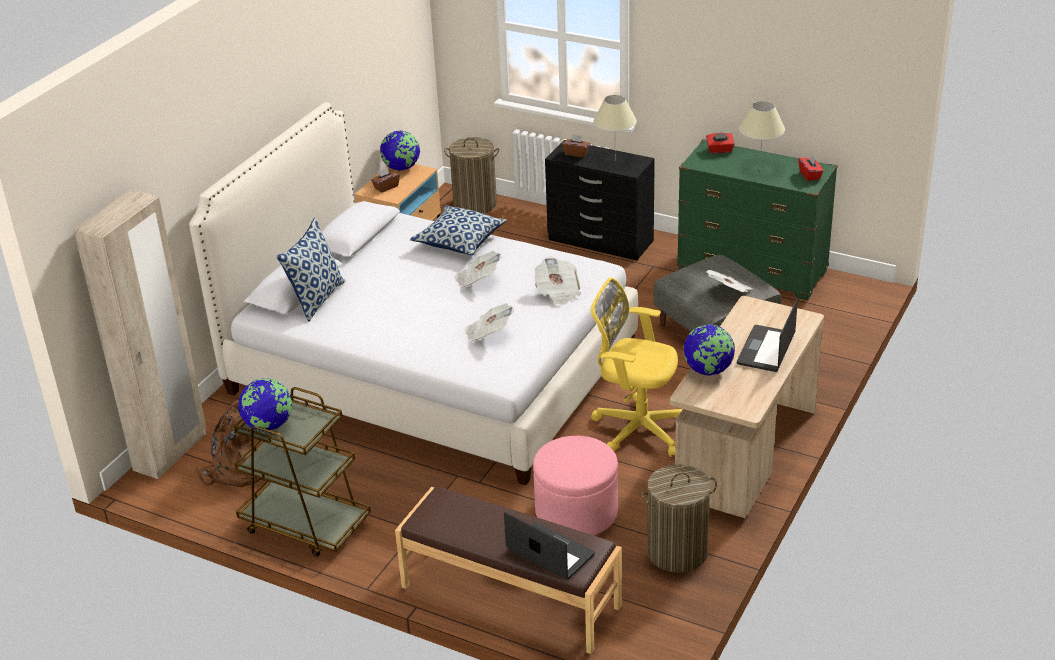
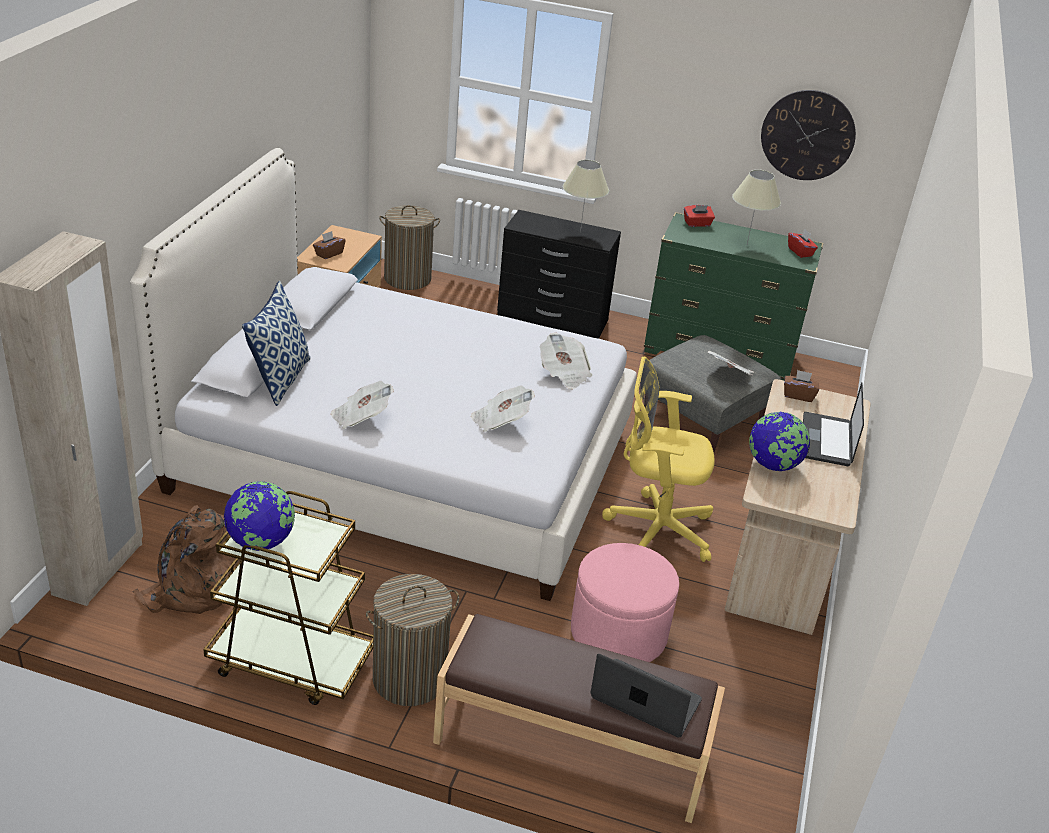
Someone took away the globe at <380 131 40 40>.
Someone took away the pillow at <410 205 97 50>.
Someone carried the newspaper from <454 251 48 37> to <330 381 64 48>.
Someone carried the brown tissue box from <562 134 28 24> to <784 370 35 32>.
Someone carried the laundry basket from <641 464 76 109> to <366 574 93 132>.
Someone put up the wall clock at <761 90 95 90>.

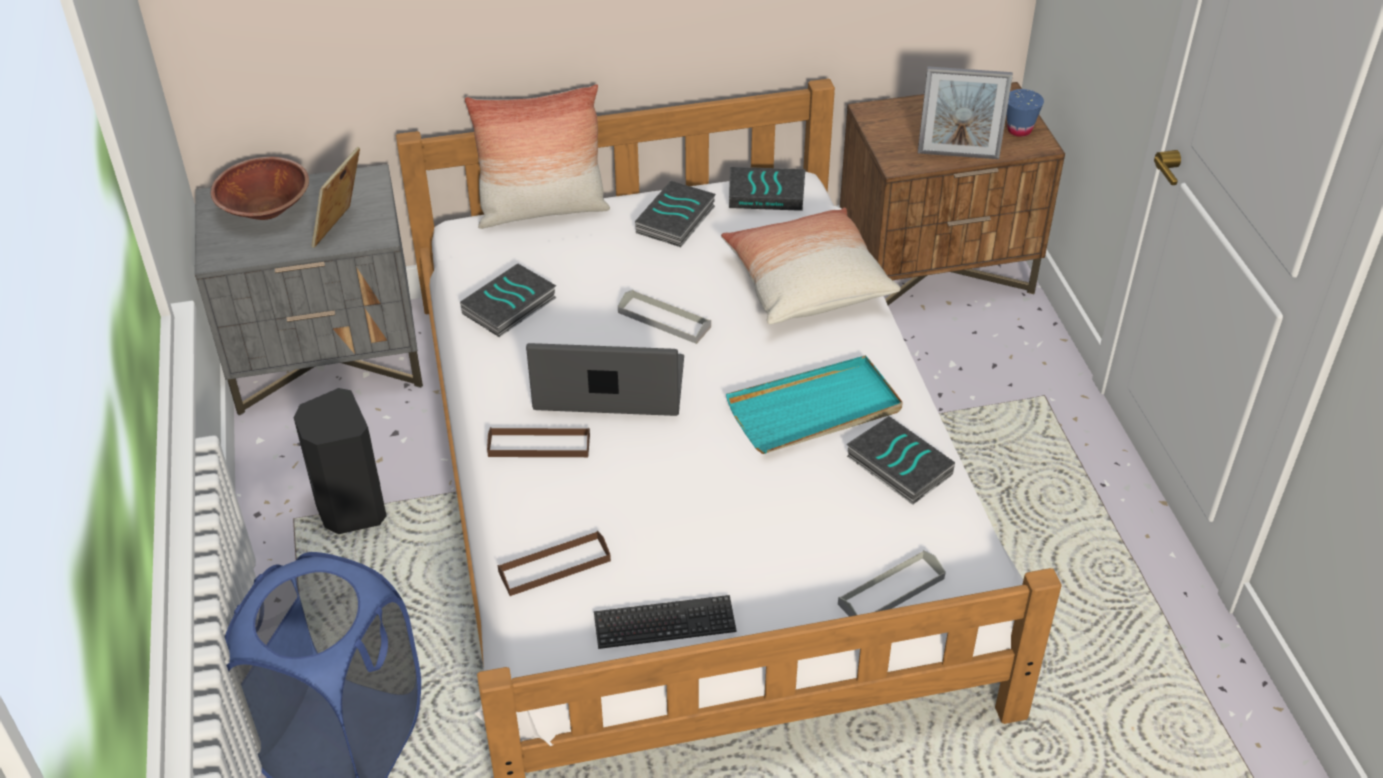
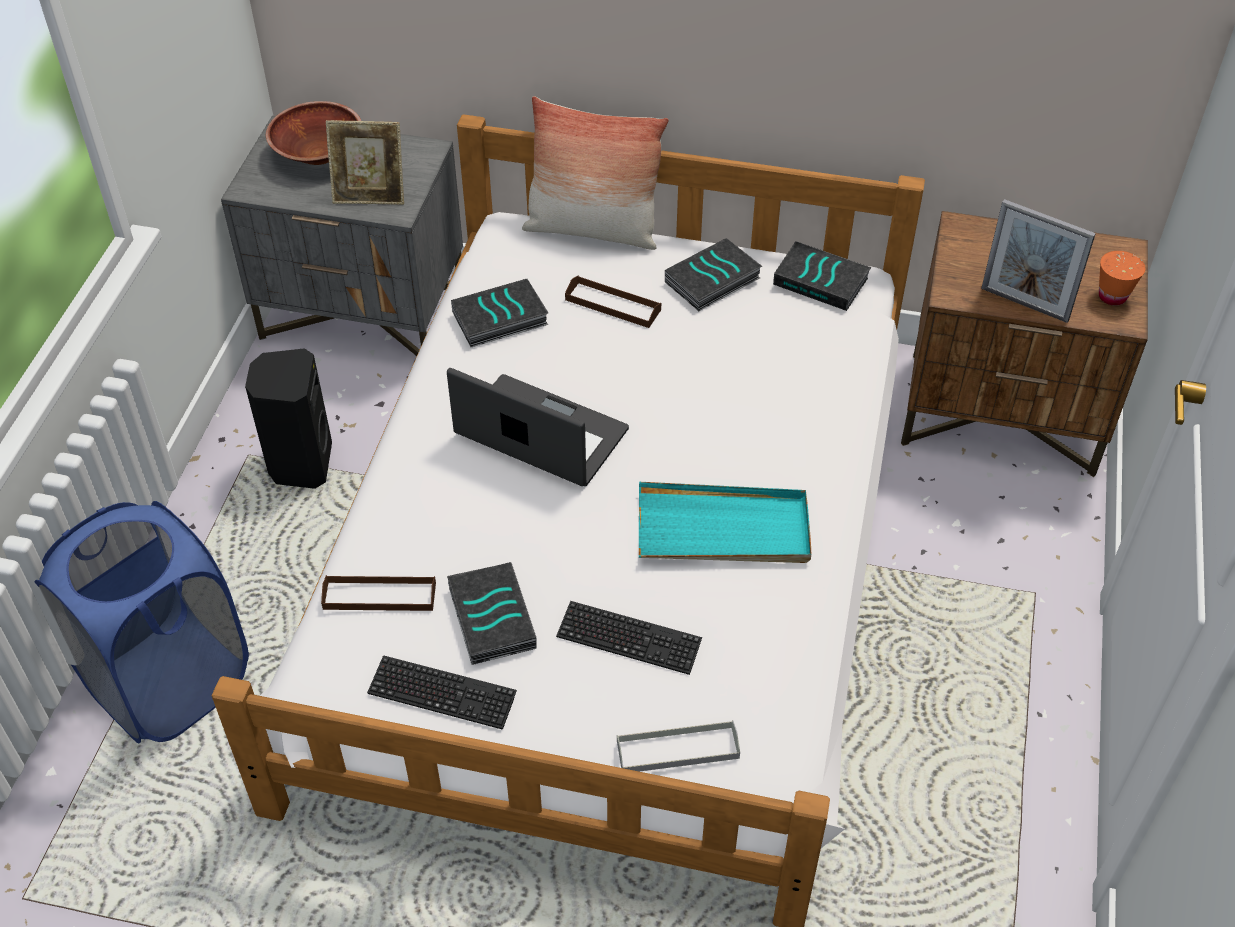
Someone rotated the picture frame at <312 147 48 101> by 135 degrees counterclockwise.
Someone carried the brown tray from <487 427 103 30> to <565 276 96 52>.
Someone took away the grey tray at <618 290 93 54>.
Someone took away the pillow at <721 208 180 116>.
Someone carried the book from <847 416 108 89> to <447 562 89 103>.
Someone repainted the blue cup at <1007 89 37 48>, which became the orange cup at <1099 251 46 55>.
Someone put down the keyboard at <556 601 146 74>.

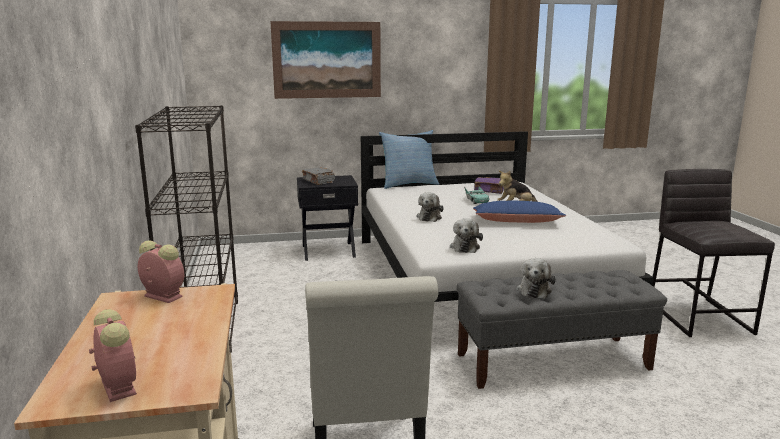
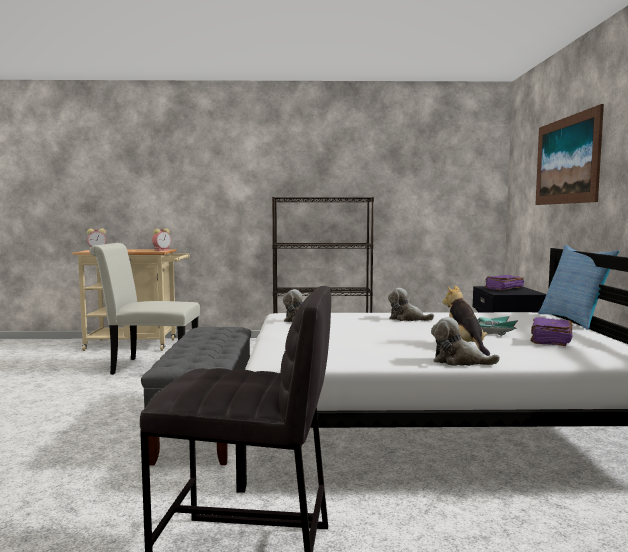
Someone repainted the grey book at <302 167 33 18>, which became the purple book at <485 275 39 16>.
Someone took away the blue pillow at <473 201 93 22>.
Someone carried the plush toy from <516 258 40 40> to <431 317 69 49>.

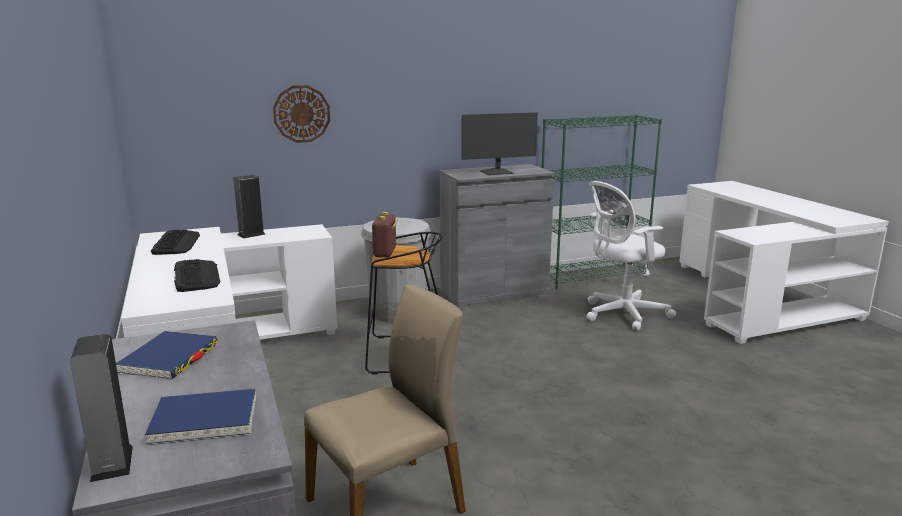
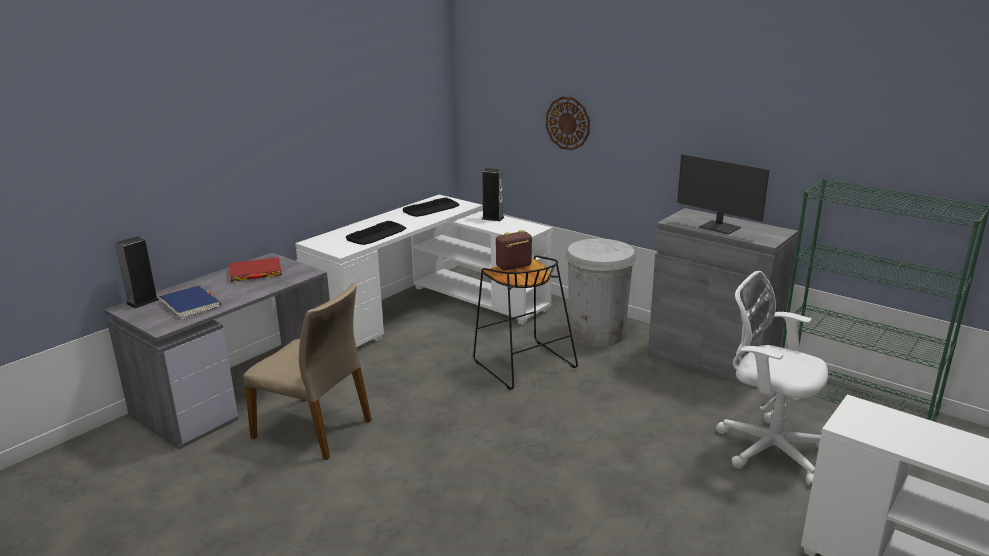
Someone repainted the blue book at <116 331 102 48>, which became the red book at <230 257 52 25>.

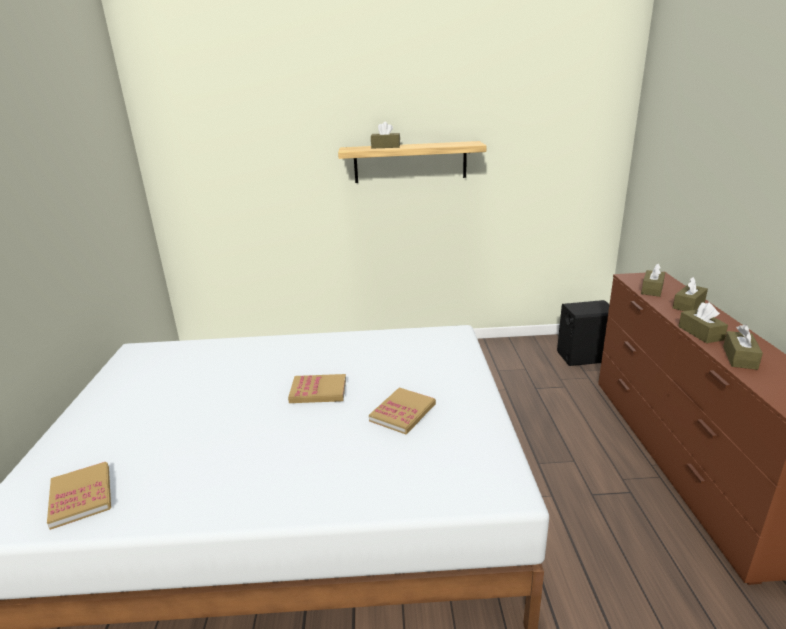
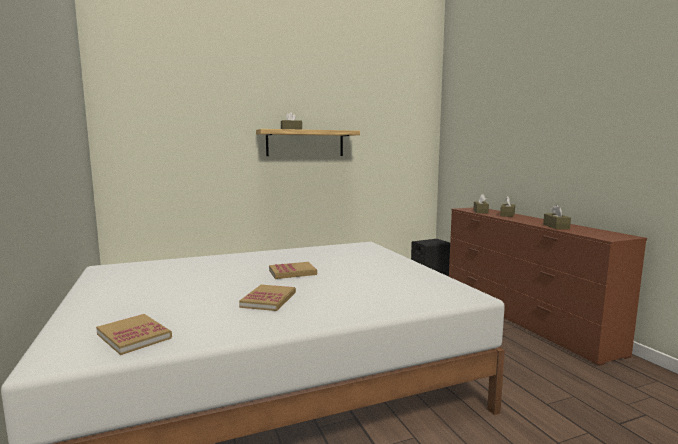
Someone carried the book from <369 387 67 47> to <239 284 57 27>.
Someone took away the brown tissue box at <678 302 50 41>.

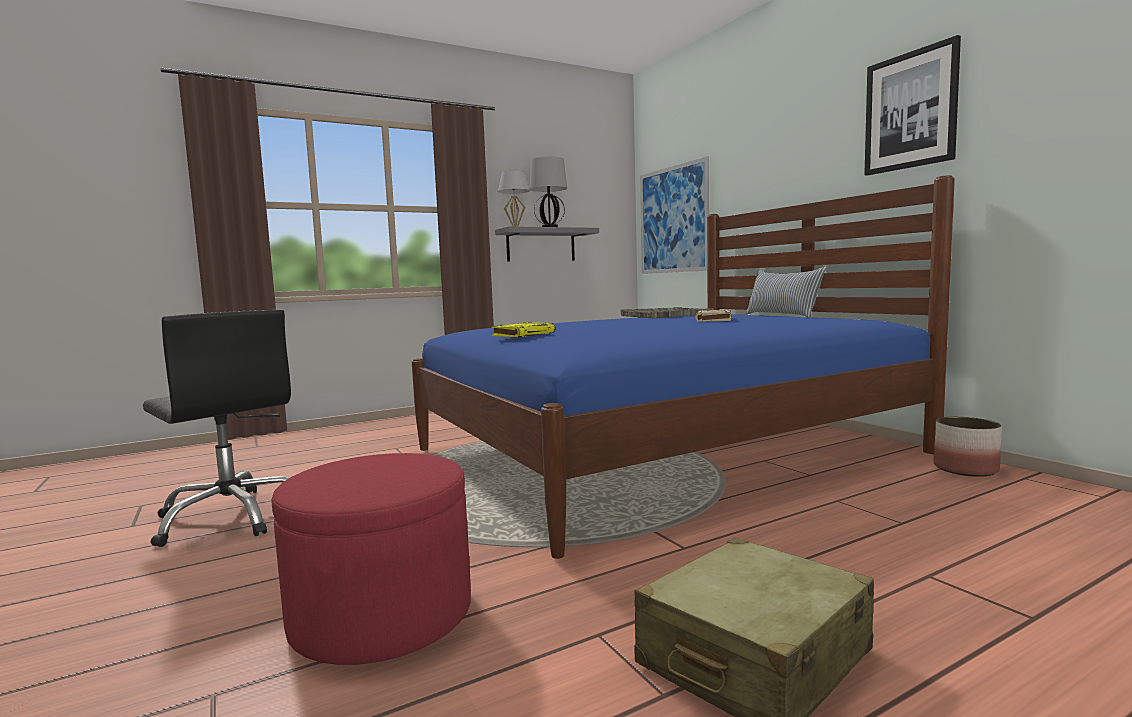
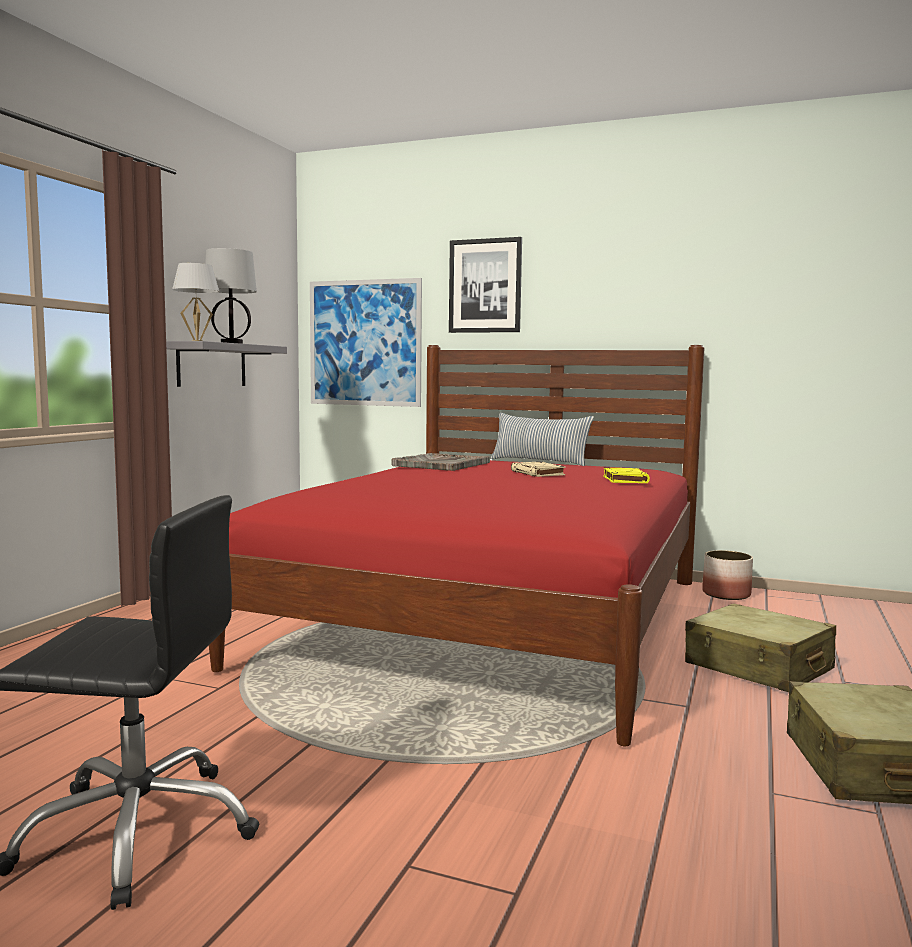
Someone took away the red ottoman at <272 453 199 212>.
Someone repainted the blue bed at <412 175 543 384>, which became the red bed at <209 345 495 401>.
Someone carried the yellow book from <491 322 64 15> to <603 468 47 15>.
Someone carried the picture from <864 35 97 141> to <449 237 73 96>.
Someone put down the beige suitcase at <685 603 151 89>.

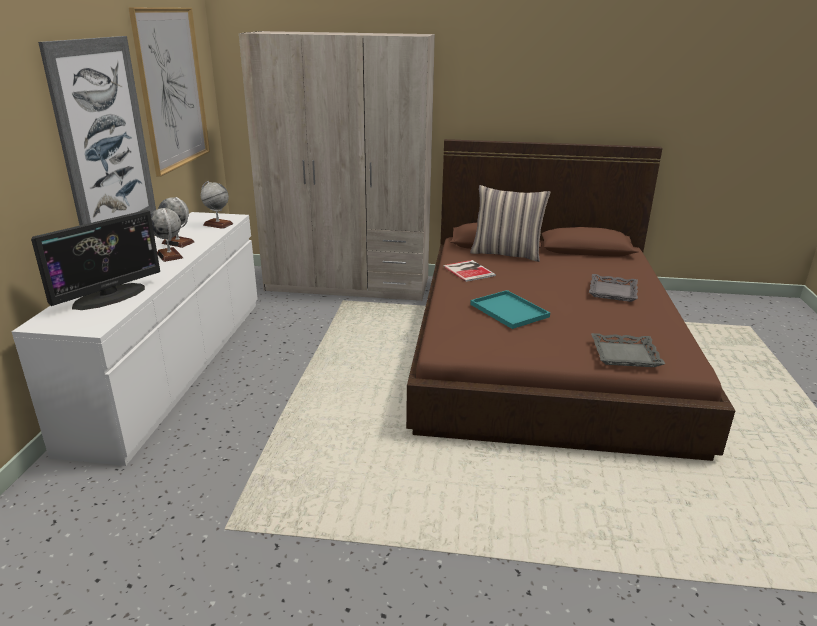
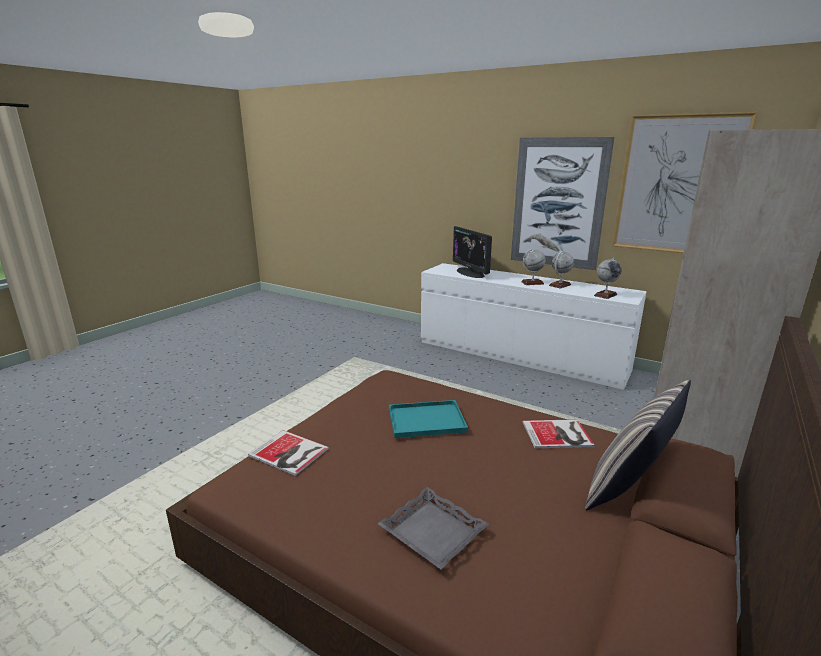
Someone swapped the grey tray at <591 333 74 34> for the book at <248 430 81 46>.

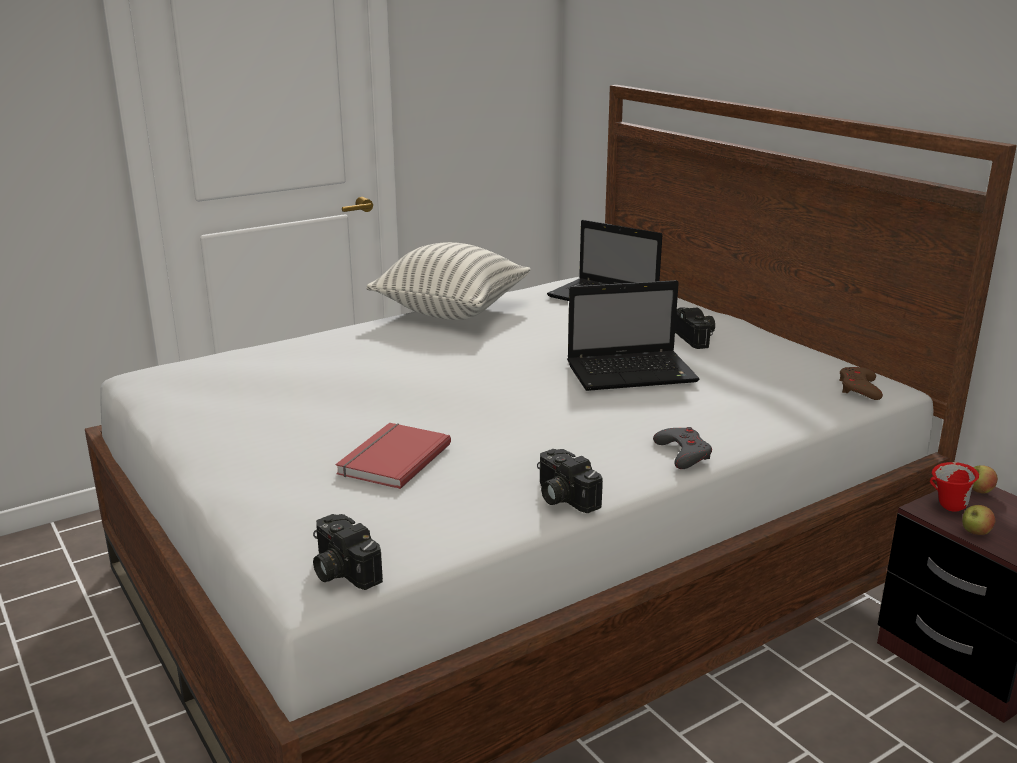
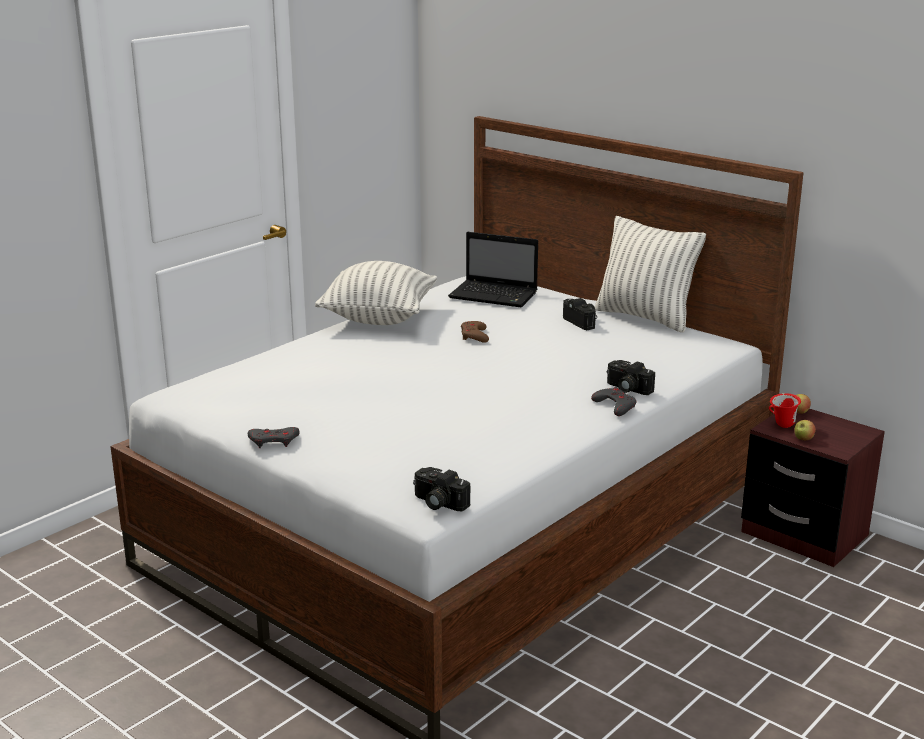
Someone took away the red book at <336 423 115 66>.
Someone carried the photo camera from <537 449 66 64> to <607 360 48 35>.
Someone took away the laptop at <567 280 133 111>.
Someone carried the brown game controller from <839 367 44 33> to <461 321 28 22>.
Someone put down the grey game controller at <248 427 52 21>.
Someone put down the pillow at <595 216 111 116>.

